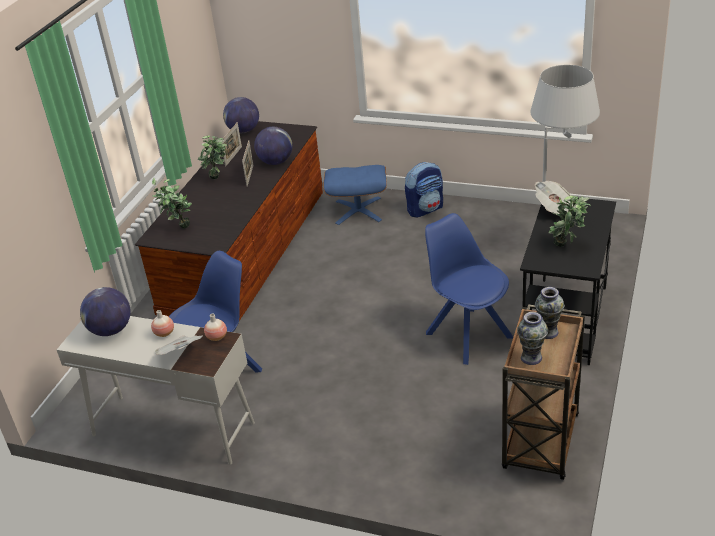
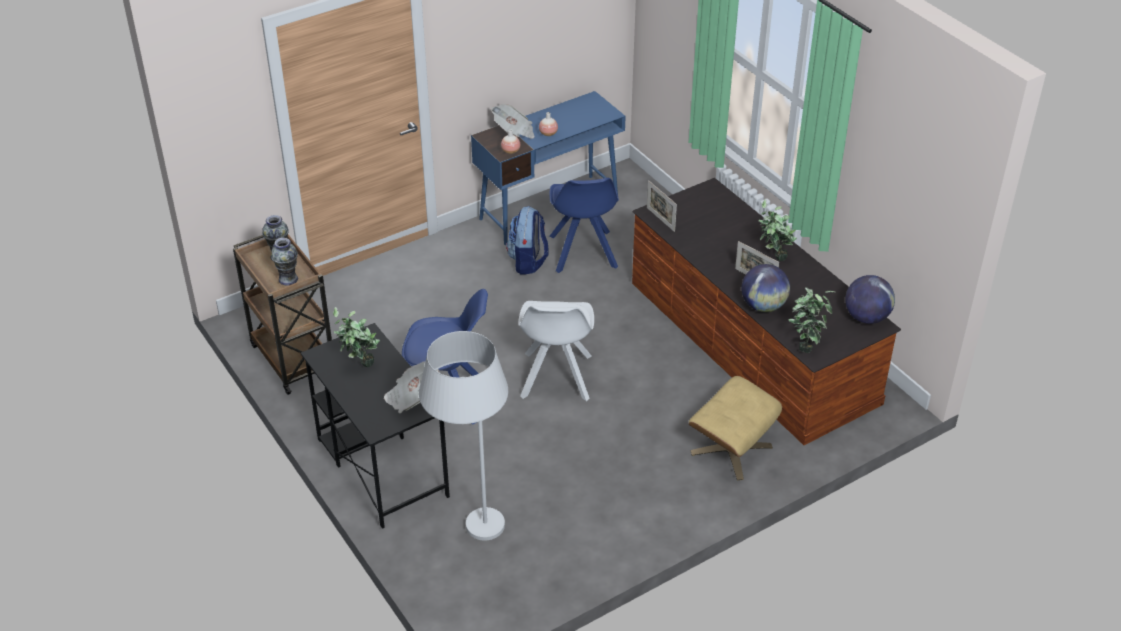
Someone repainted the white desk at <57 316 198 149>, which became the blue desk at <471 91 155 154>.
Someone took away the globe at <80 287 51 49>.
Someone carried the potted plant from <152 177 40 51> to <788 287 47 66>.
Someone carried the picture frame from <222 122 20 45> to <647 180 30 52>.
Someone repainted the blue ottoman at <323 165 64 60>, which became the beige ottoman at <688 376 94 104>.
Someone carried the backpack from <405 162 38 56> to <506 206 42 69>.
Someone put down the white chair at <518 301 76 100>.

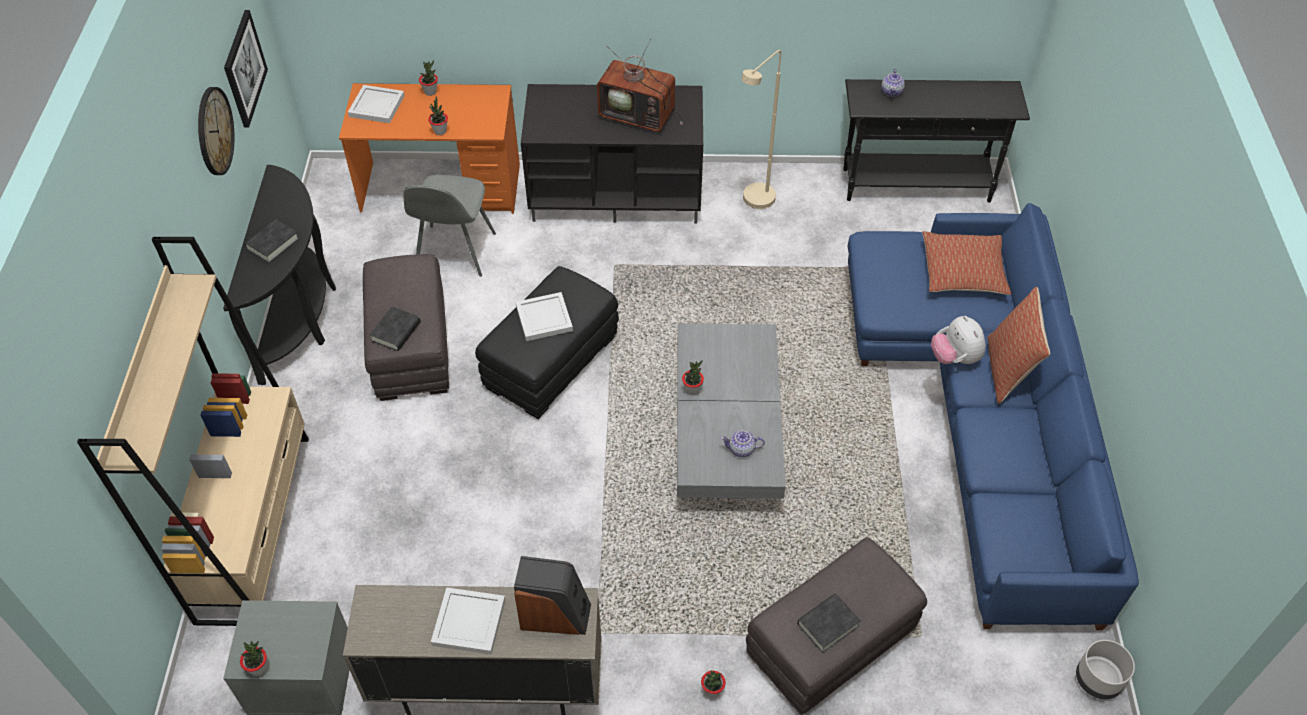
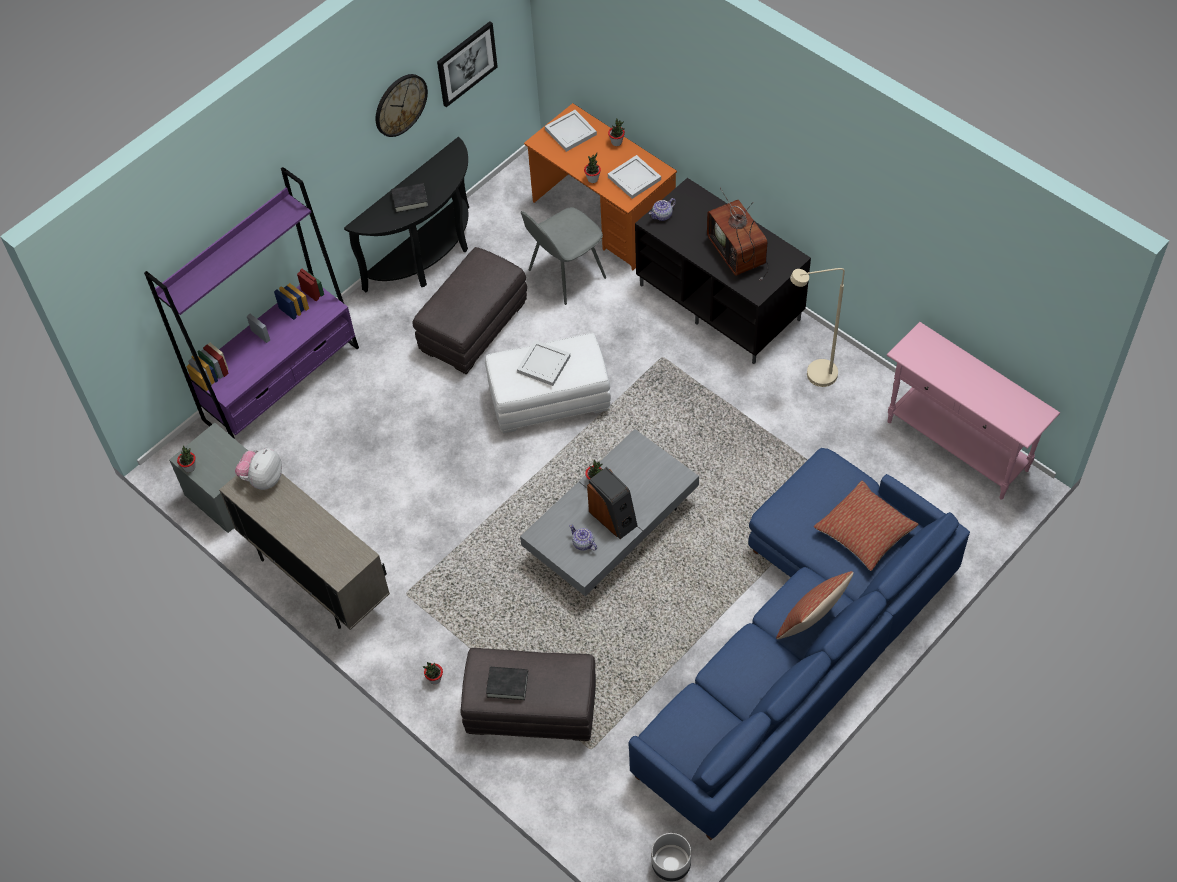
Someone repainted the beige bookcase at <77 237 232 389>, which became the purple bookcase at <144 167 215 272>.
Someone took away the black book at <370 306 51 45>.
Someone carried the white tray from <431 587 74 68> to <608 155 53 44>.
Someone repainted the black ottoman at <475 266 144 153>, which became the white ottoman at <485 333 126 100>.
Someone carried the speaker from <514 556 77 79> to <587 467 51 72>.
Someone repainted the black console table at <843 79 187 124>, which became the pink console table at <887 322 173 178>.
Someone carried the teapot from <882 68 23 29> to <649 198 27 23>.
Someone carried the plush toy from <931 316 55 48> to <235 448 47 42>.

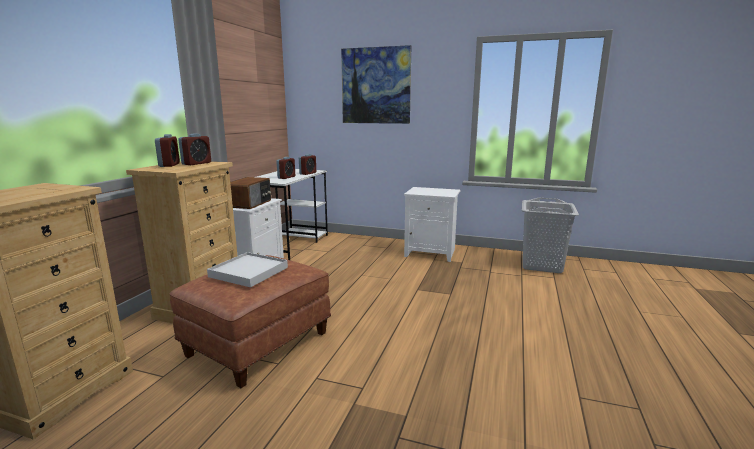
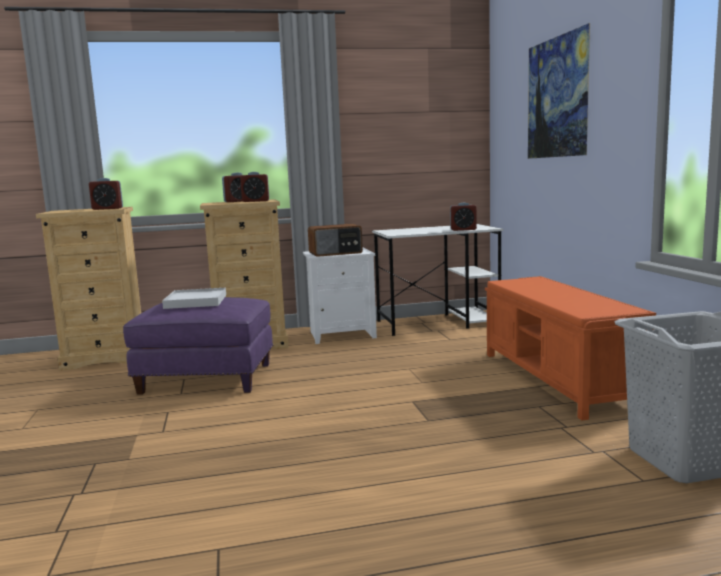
Someone repainted the brown ottoman at <169 255 162 133>, which became the purple ottoman at <123 297 150 98>.
Someone carried the alarm clock from <276 157 19 22> to <89 178 34 32>.
Someone swapped the white nightstand at <404 187 56 75> for the orange bench at <485 276 171 144>.

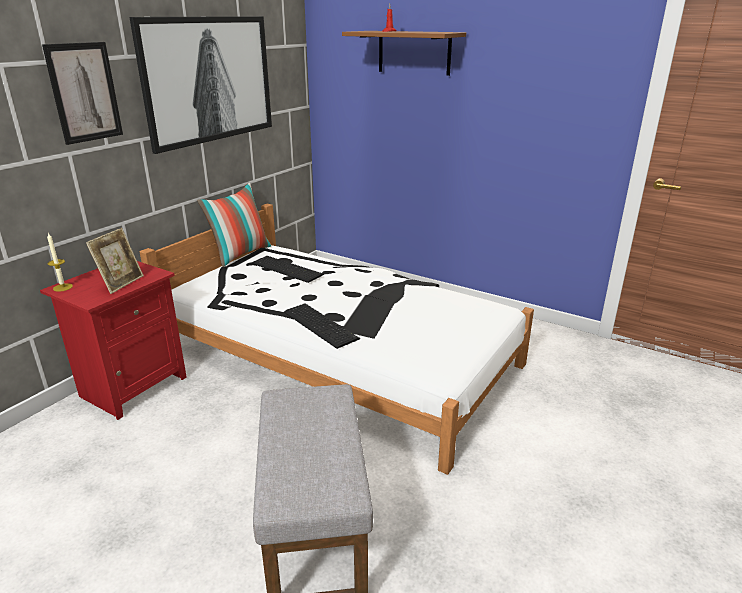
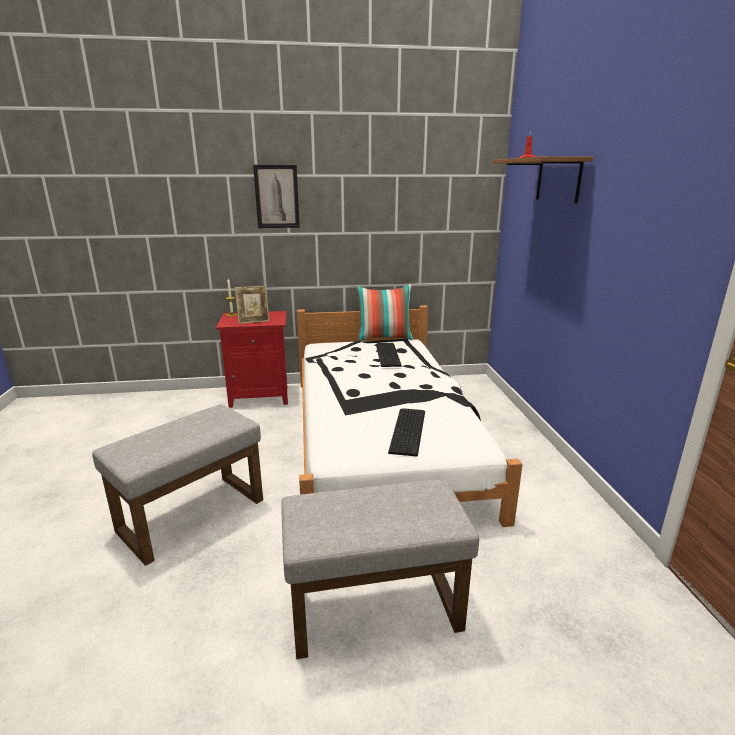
Someone took away the picture at <129 16 143 138>.
Someone carried the keyboard from <284 303 76 46> to <388 408 37 49>.
Someone put down the grey ottoman at <281 479 198 180>.

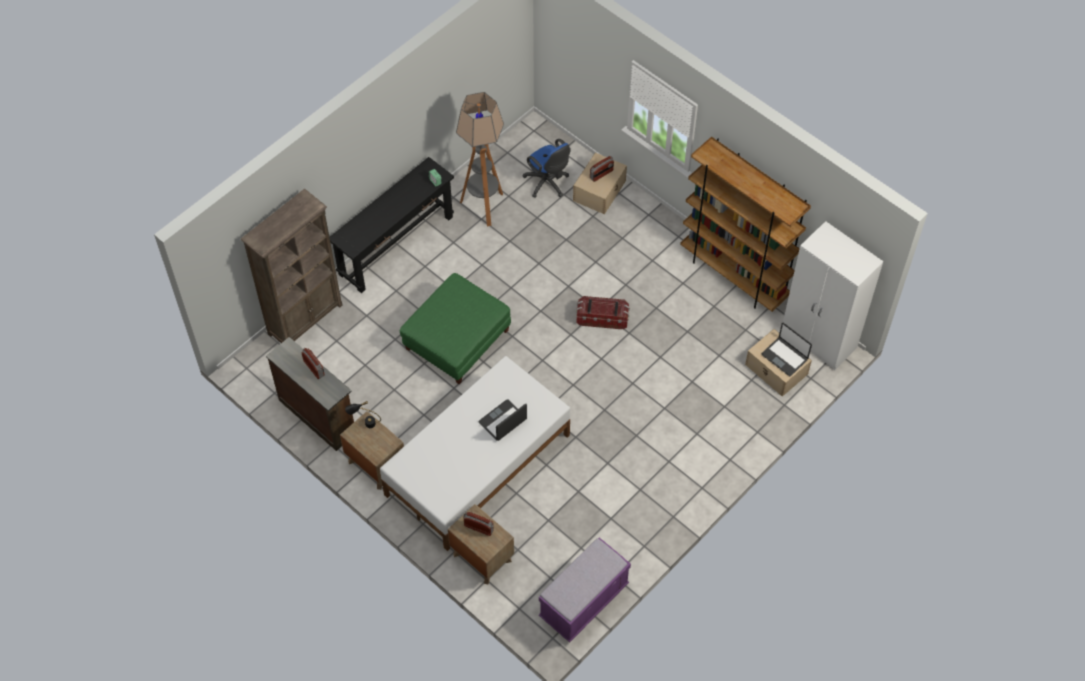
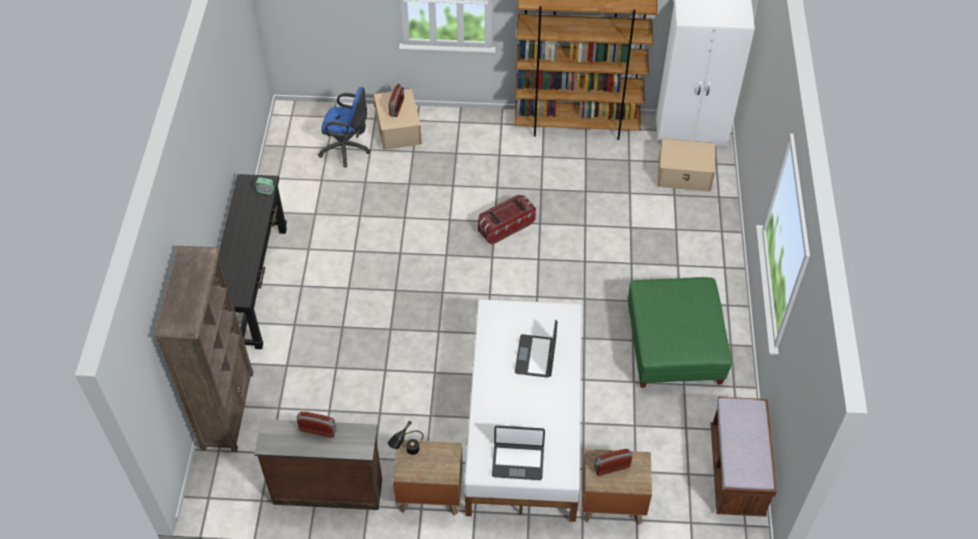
Someone carried the green ottoman from <399 273 112 111> to <628 277 104 111>.
Someone took away the floor lamp at <456 92 48 134>.
Someone repainted the purple bench at <539 537 92 106>, which became the brown bench at <711 397 66 120>.
Someone carried the laptop from <762 323 50 53> to <492 425 53 55>.

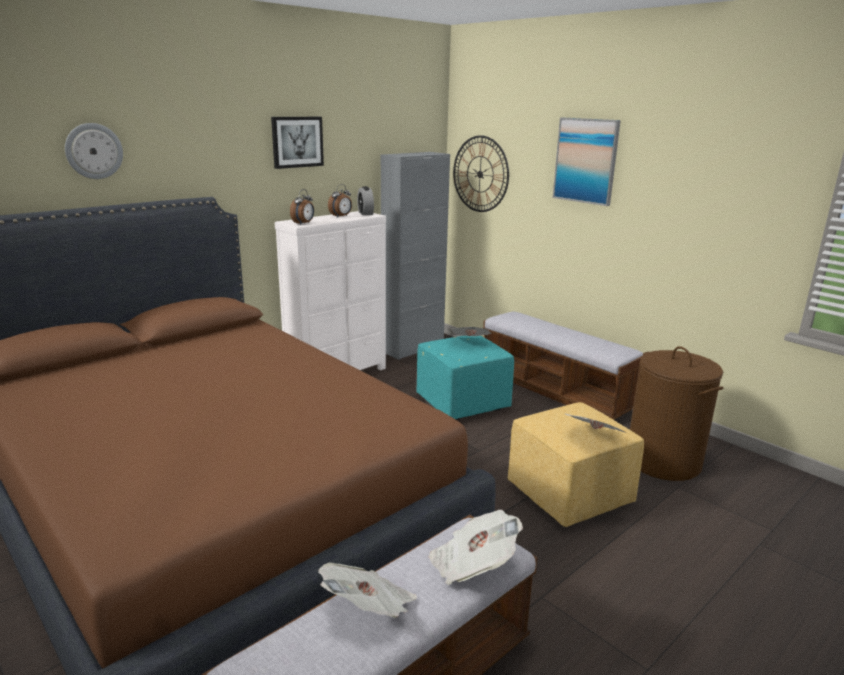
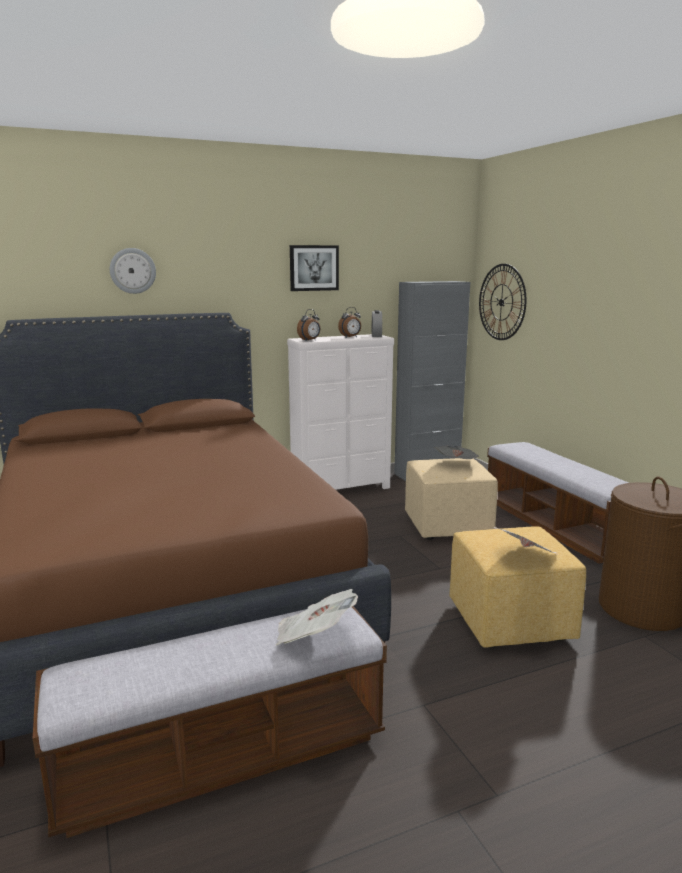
Someone took away the newspaper at <318 563 99 55>.
Someone repainted the turquoise ottoman at <416 336 98 84>, which became the beige ottoman at <405 458 93 82>.
Someone took away the picture at <553 118 68 88>.

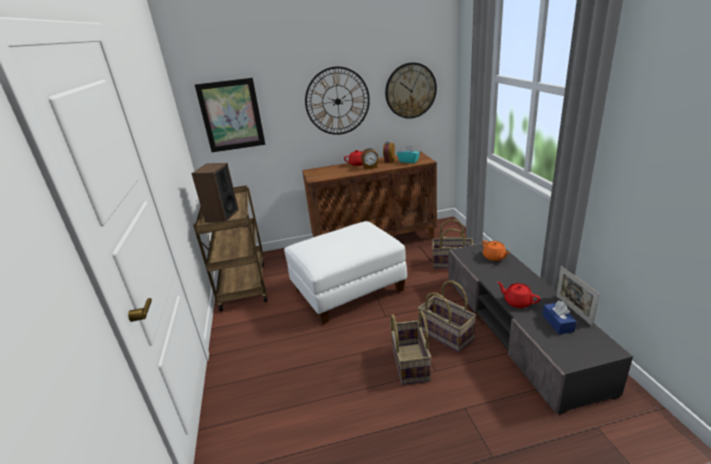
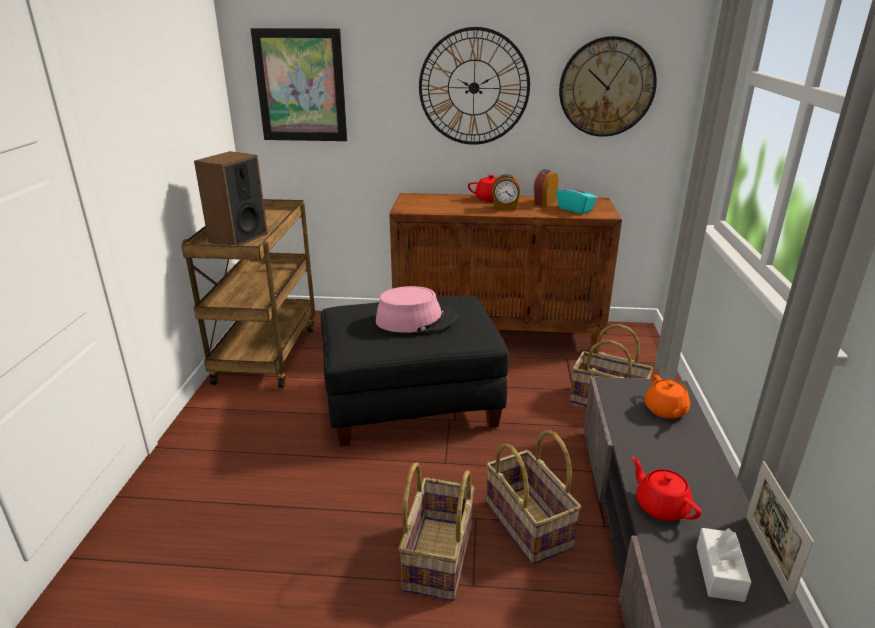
Someone repainted the white ottoman at <284 221 123 103>, which became the black ottoman at <321 295 188 152>.
Someone repainted the blue tissue box at <543 300 34 34>, which became the white tissue box at <696 528 55 74>.
Someone put down the pink hat at <376 286 82 47>.

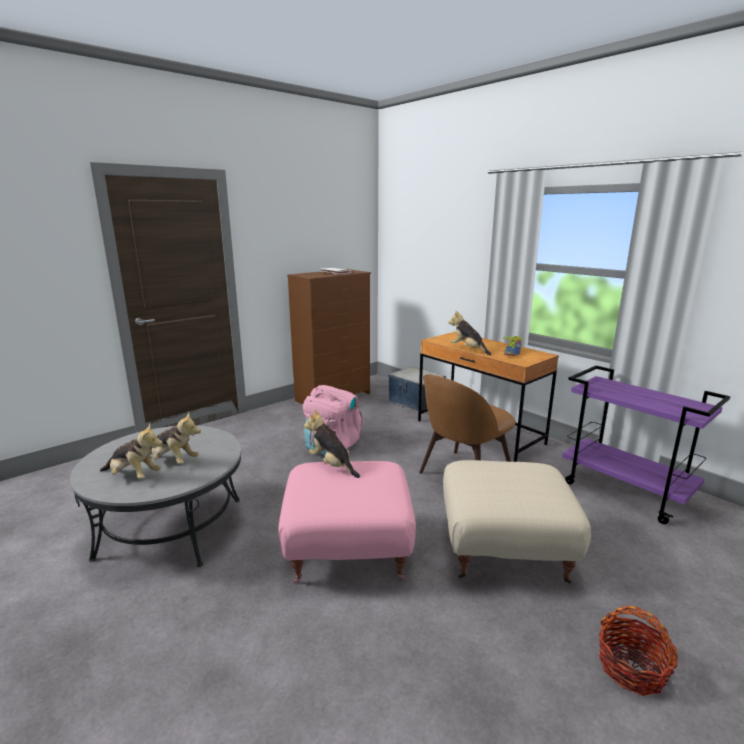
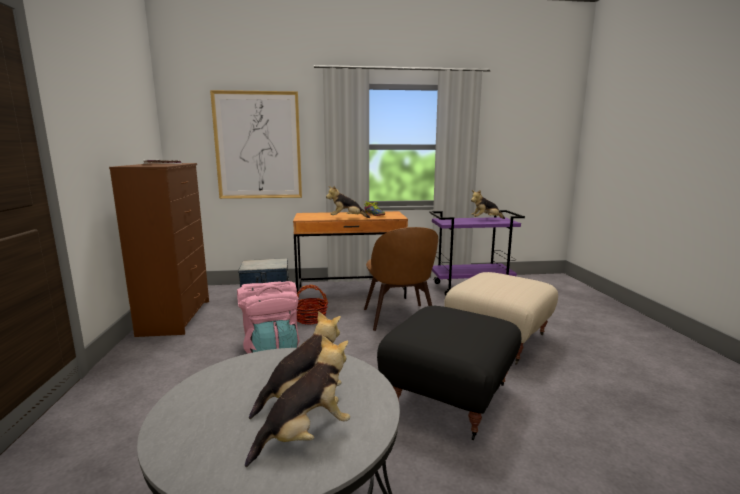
Someone repainted the pink ottoman at <279 461 137 123>, which became the black ottoman at <377 306 144 134>.
Someone carried the plush toy from <304 410 56 68> to <471 190 34 29>.
Someone carried the basket from <599 605 79 91> to <297 285 31 40>.
Someone put up the picture at <210 90 92 109>.

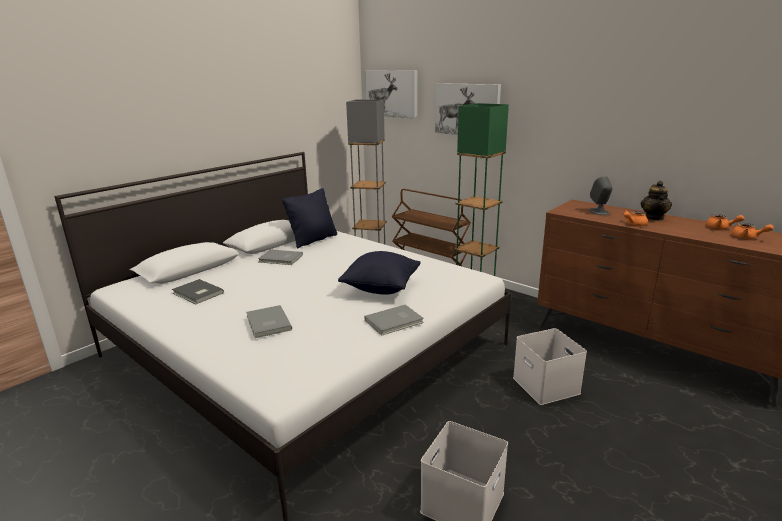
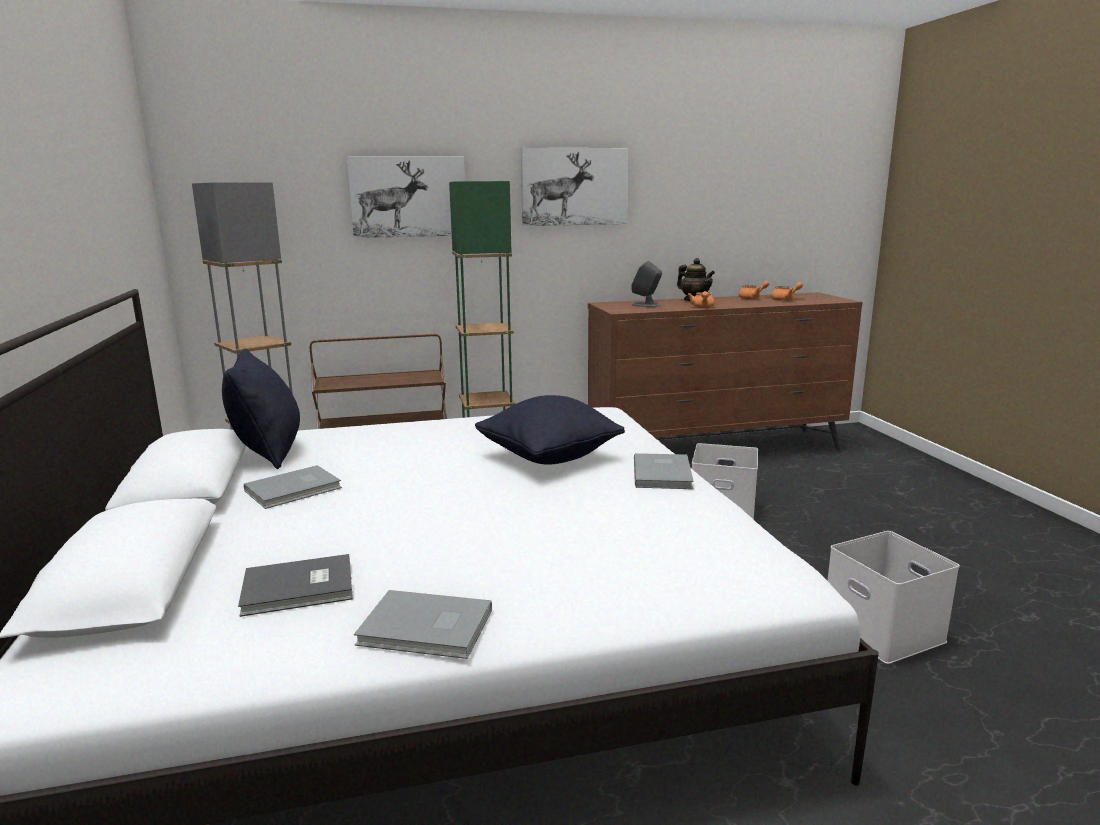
Someone carried the grey book from <246 305 46 33> to <354 590 138 69>.
Someone carried the picture from <365 70 52 49> to <521 148 107 78>.

